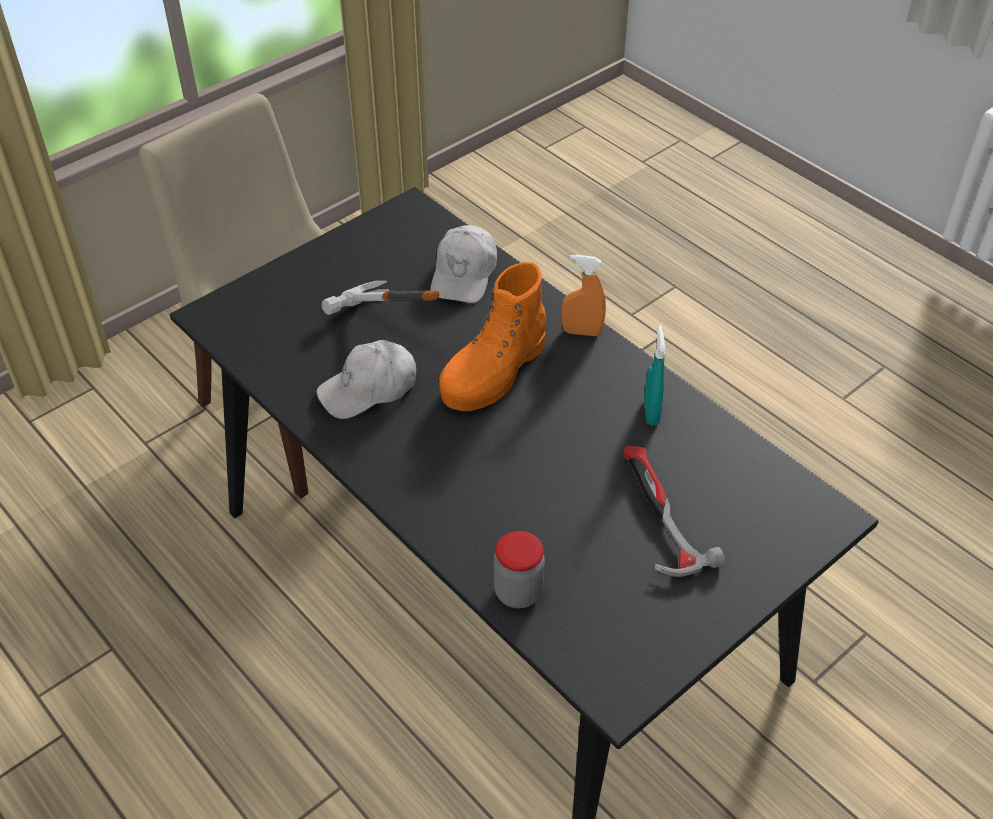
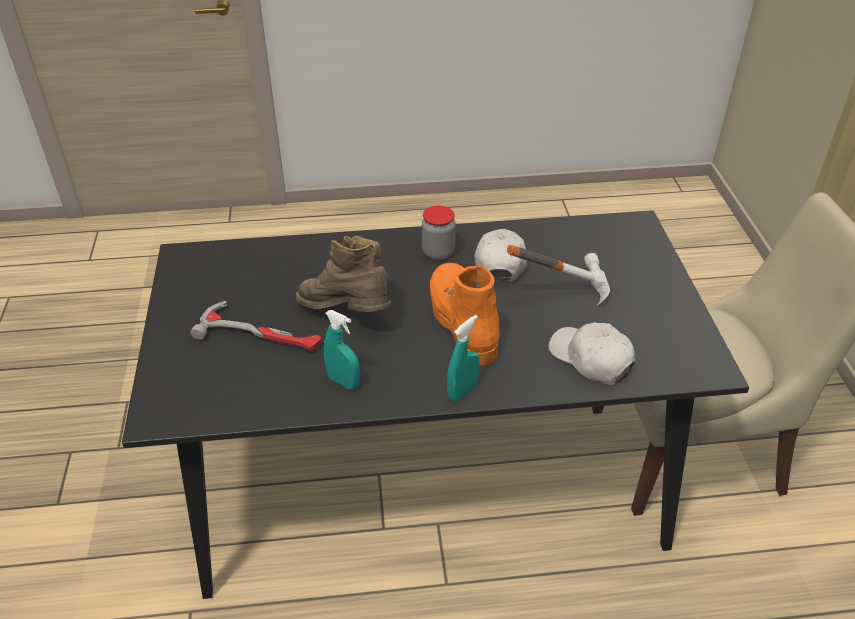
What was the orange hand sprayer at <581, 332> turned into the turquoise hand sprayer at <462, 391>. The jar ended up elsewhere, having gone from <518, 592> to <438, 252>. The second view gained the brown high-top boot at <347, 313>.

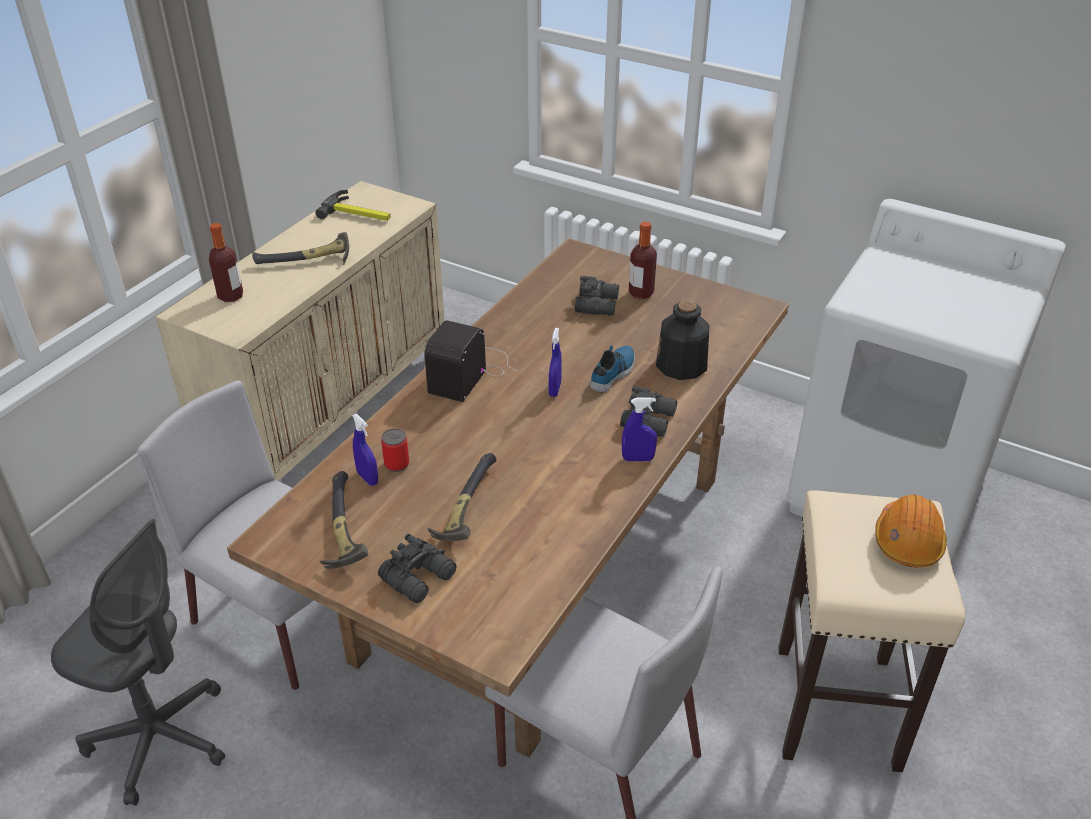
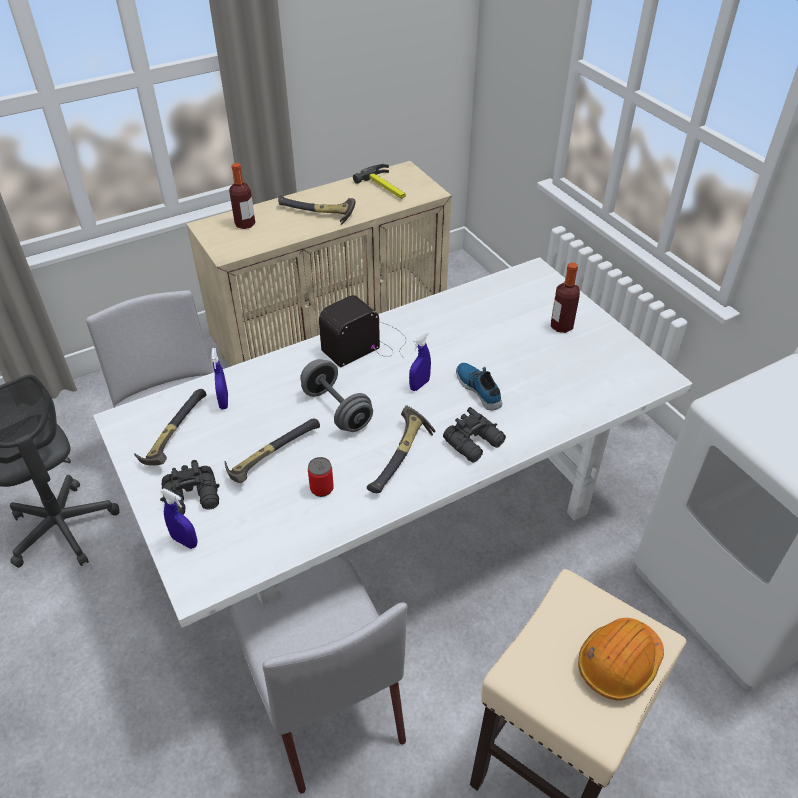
What was the brown dinner table at <545, 567> turned into the white dinner table at <397, 524>. The second view lost the black-coloured field glasses at <598, 304>. The second view lost the bottle at <681, 365>. The shoe at <613, 373> ended up facing another way, 90 degrees counterclockwise from before. The blue-coloured hand sprayer ended up elsewhere, having gone from <638, 459> to <185, 541>. The can ended up elsewhere, having gone from <397, 464> to <322, 488>. The second view gained the greyish free weight at <337, 409>. The second view gained the tool hammer at <402, 457>.

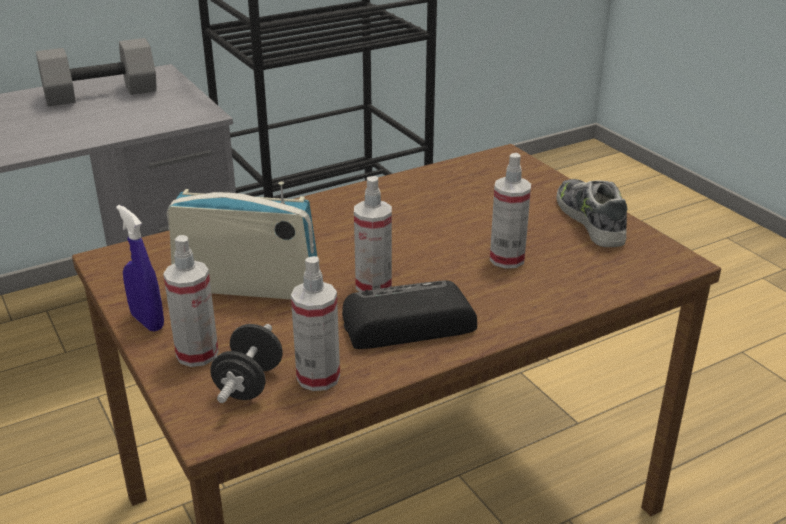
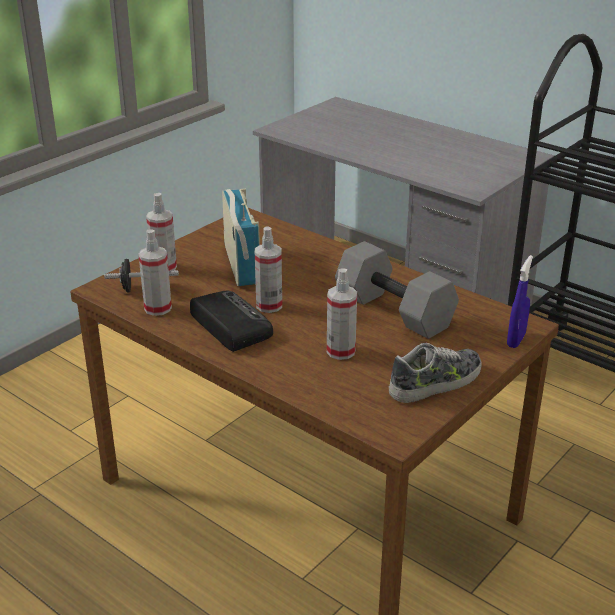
The greyish free weight ended up elsewhere, having gone from <100, 95> to <392, 311>. The blue-coloured hand sprayer ended up elsewhere, having gone from <147, 321> to <516, 340>.

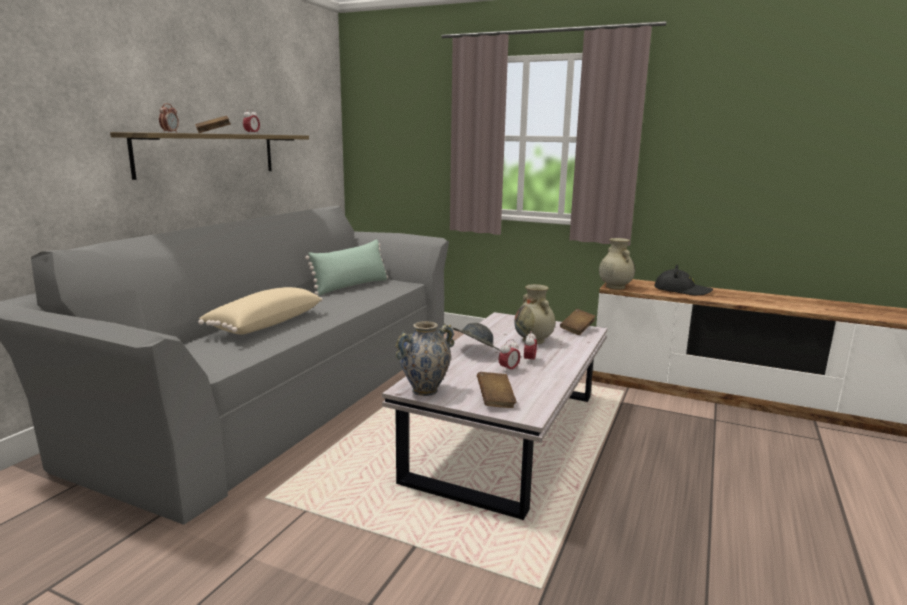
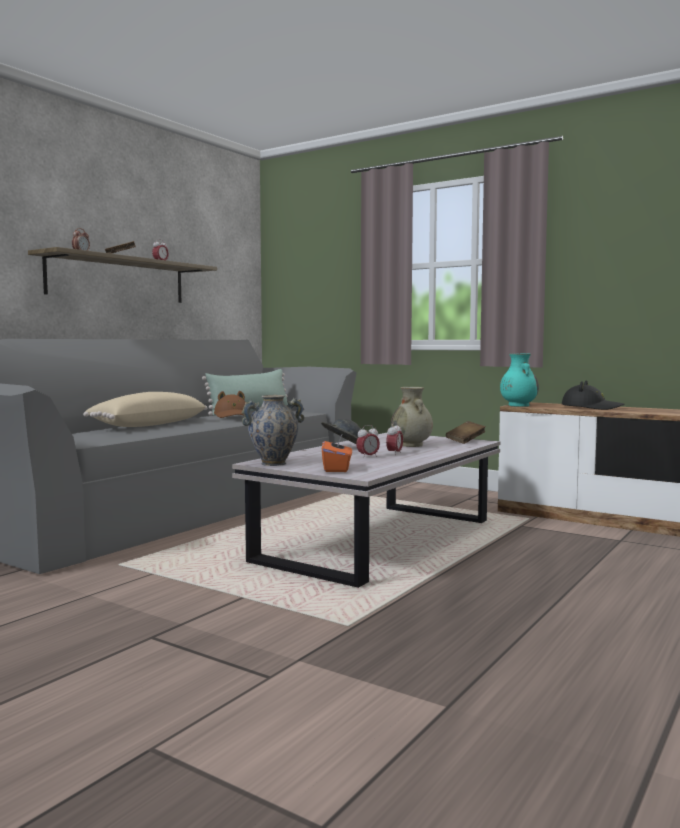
What was the sand-coloured vase at <614, 287> turned into the turquoise vase at <518, 405>. Where the brown bound book stood at <495, 400>, the orange tissue box came to stand at <337, 469>. The second view gained the brown wearable hat at <233, 416>.

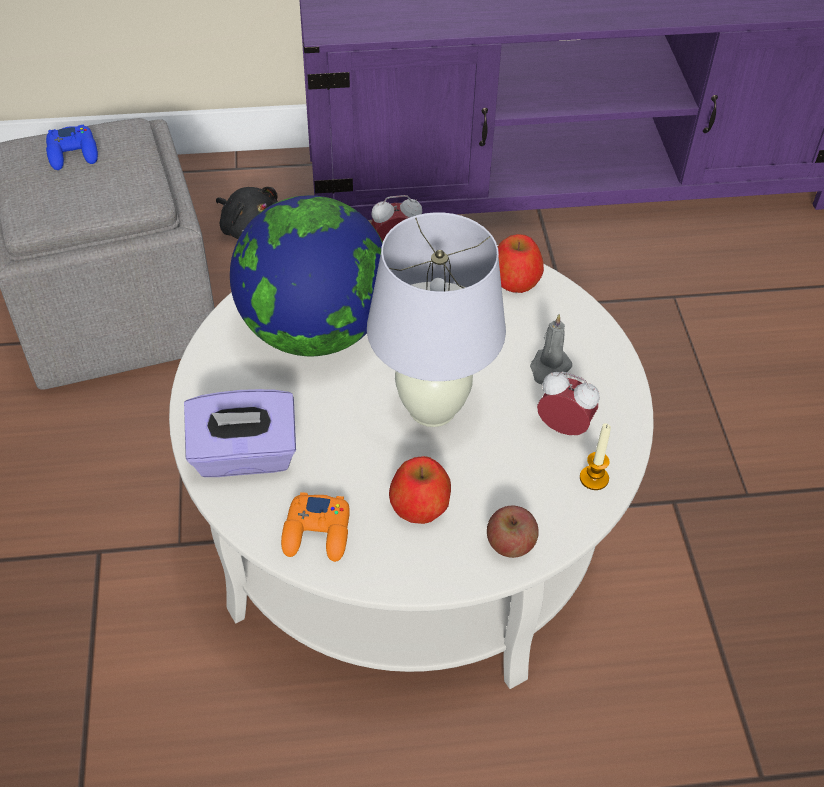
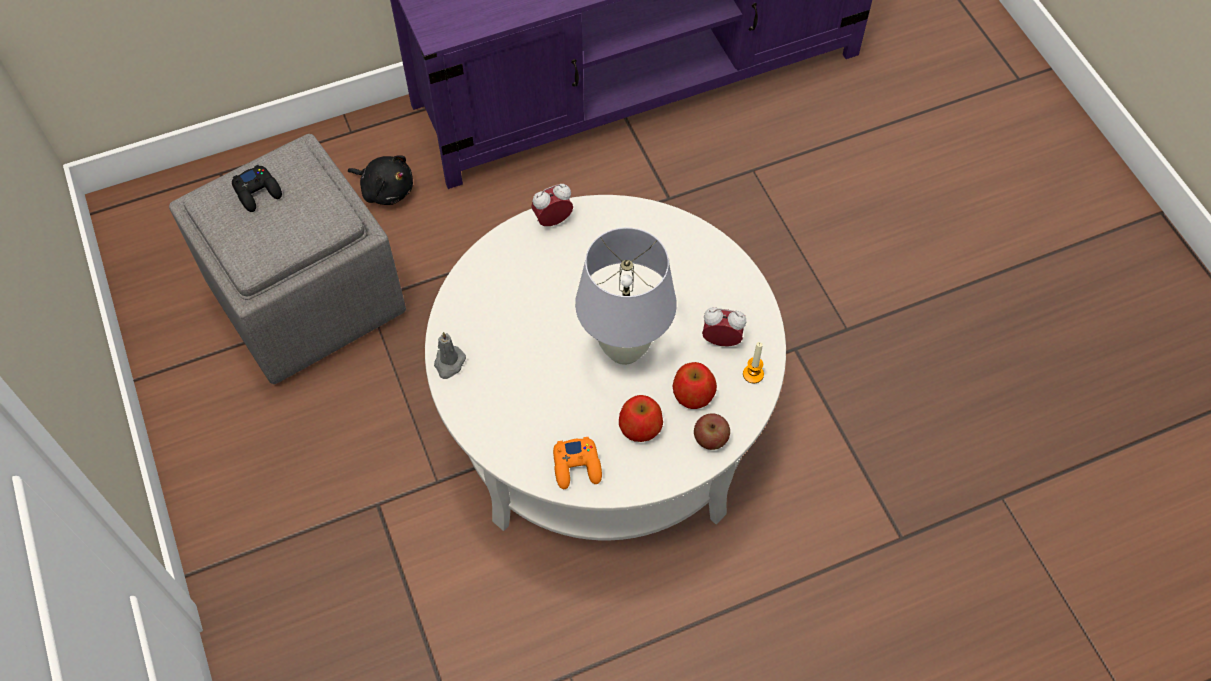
What was the blue-coloured gamepad at <73, 153> turned into the black-coloured gamepad at <258, 192>. The second view lost the desk globe at <315, 331>. The apple ended up elsewhere, having gone from <515, 279> to <693, 393>. The greyish wax light ended up elsewhere, having gone from <549, 368> to <449, 363>. The second view lost the purple-coloured tissue box at <244, 456>.

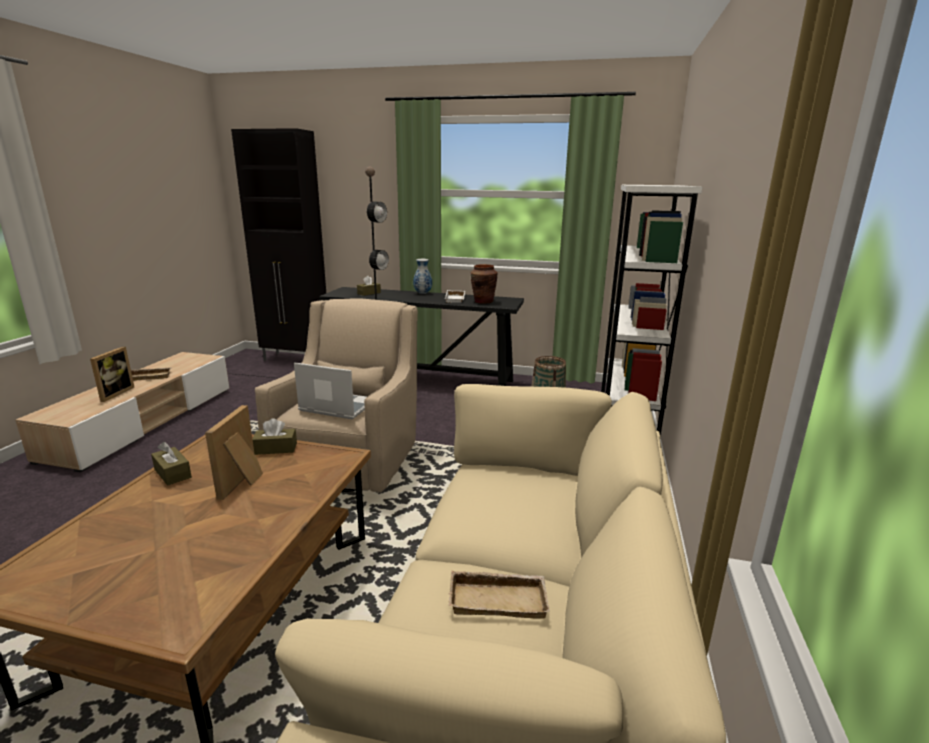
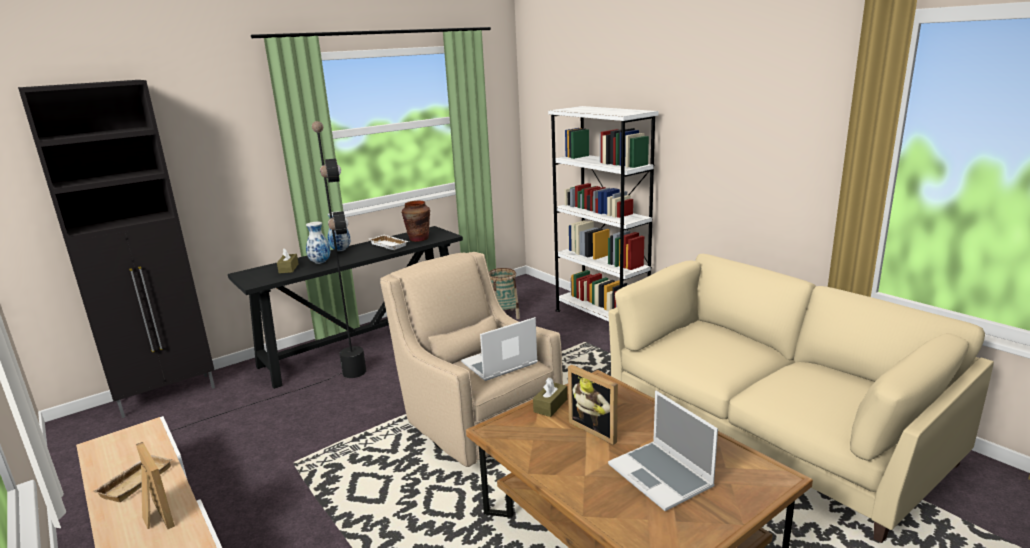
The second view lost the brown tissue box at <172, 473>. The second view lost the sand-coloured tray at <499, 598>. The second view gained the vase at <320, 262>. The second view gained the portable computer at <662, 477>.

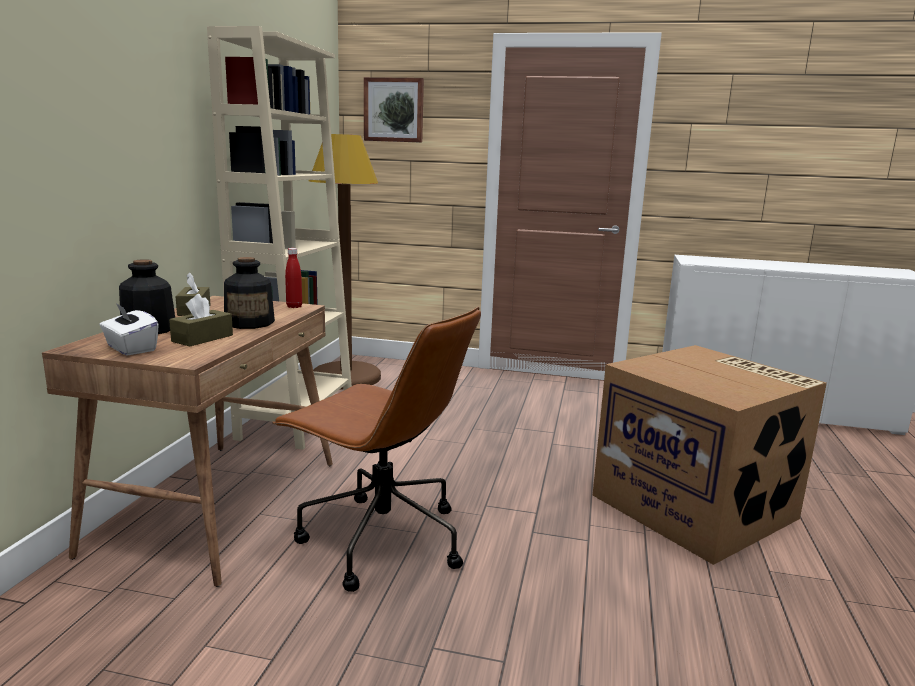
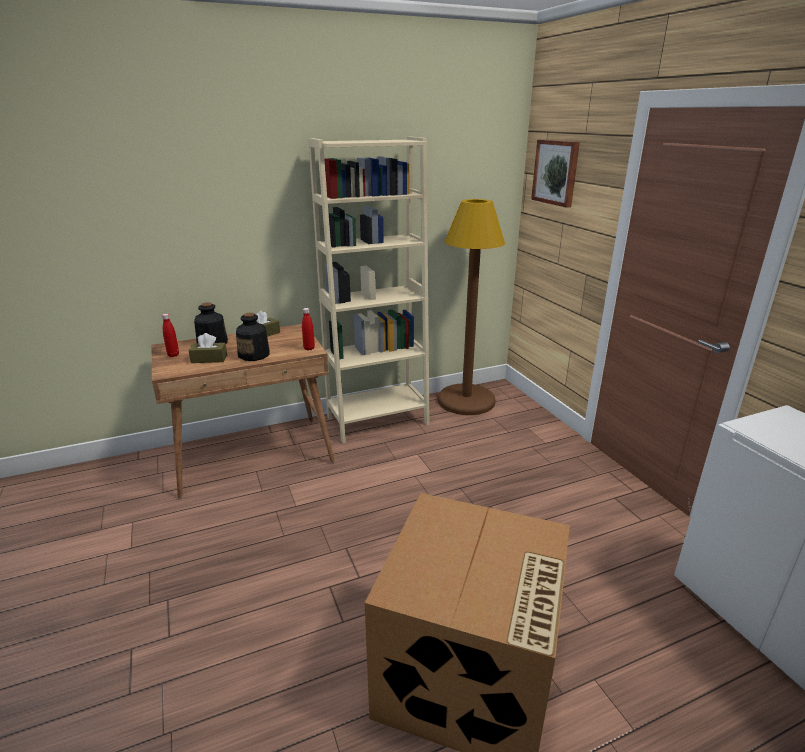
Where the white tissue box stood at <130, 349>, the red bottle came to stand at <173, 355>. The second view lost the brown office chair at <380, 540>.

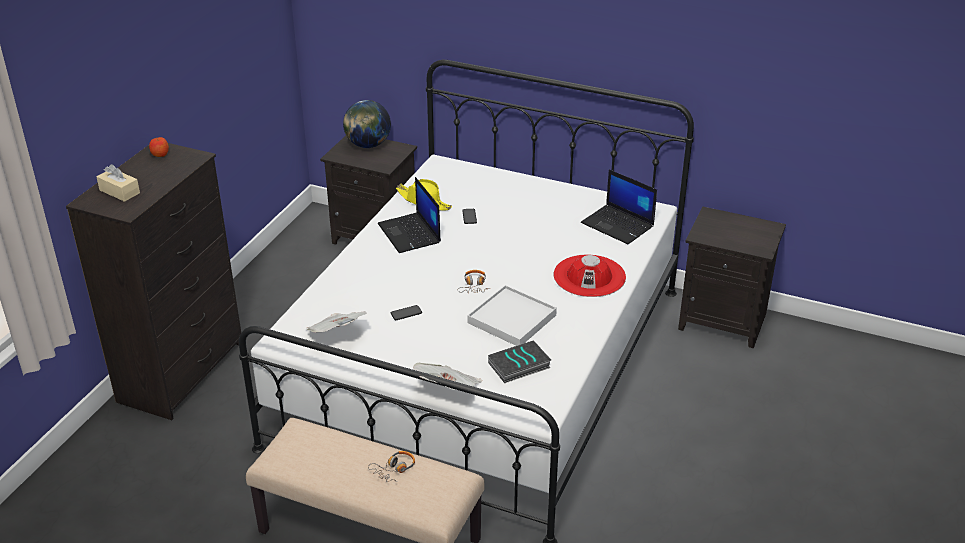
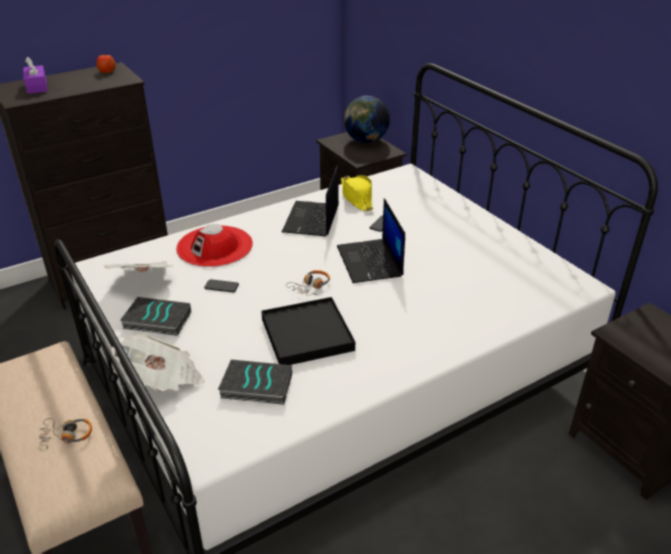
What was the sand-coloured tissue box at <119, 191> turned into the purple-coloured tissue box at <37, 86>. The portable computer ended up elsewhere, having gone from <618, 225> to <370, 262>. The red wearable hat ended up elsewhere, having gone from <589, 276> to <215, 246>. What was the white tray at <511, 319> turned into the black-coloured tray at <307, 334>. The second view gained the bound book at <156, 321>.

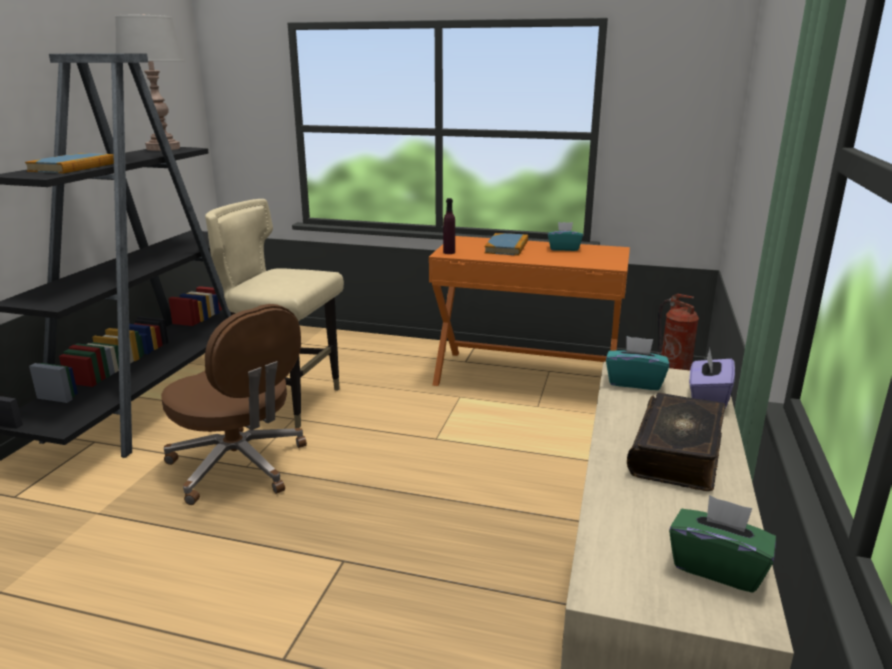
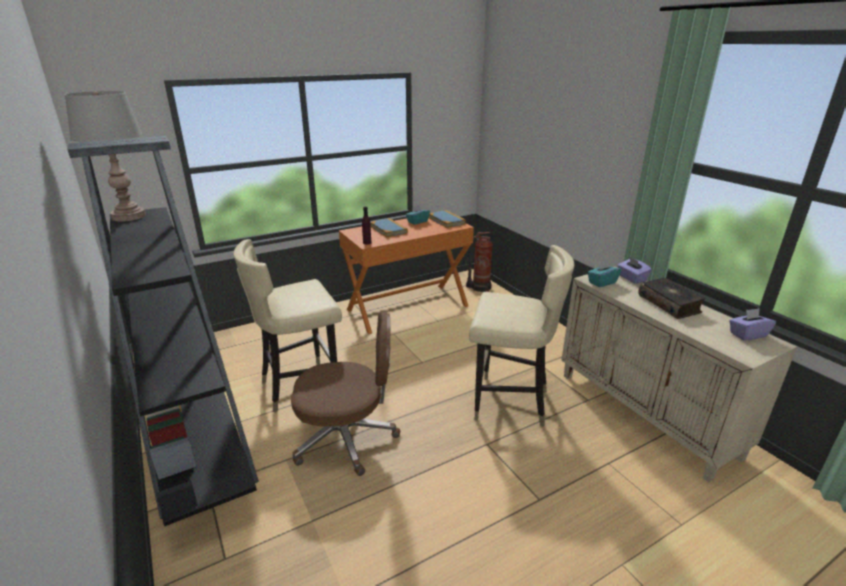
The bound book ended up elsewhere, having gone from <73, 167> to <446, 220>. What was the green tissue box at <717, 567> turned into the purple-coloured tissue box at <747, 334>. The second view gained the sand-coloured plain chair at <509, 402>.

